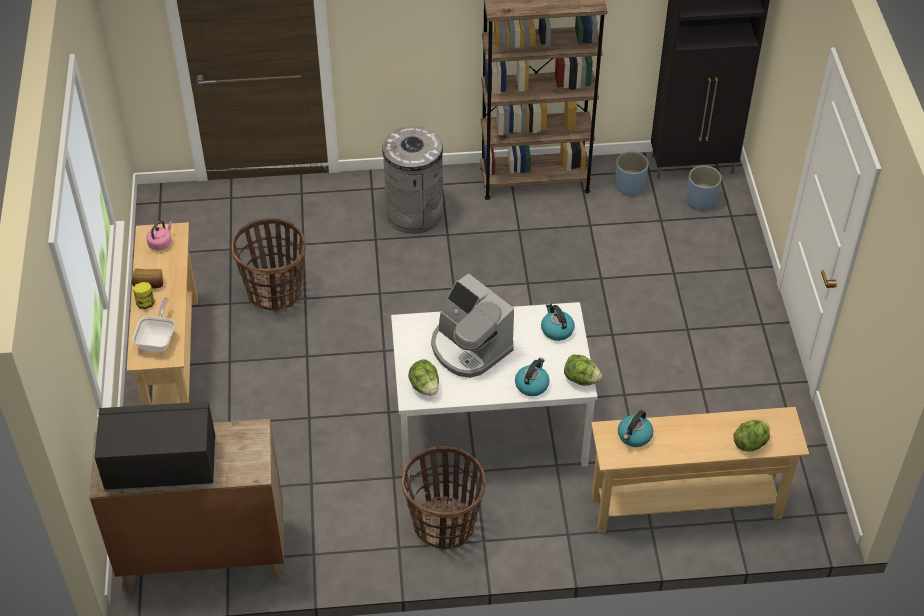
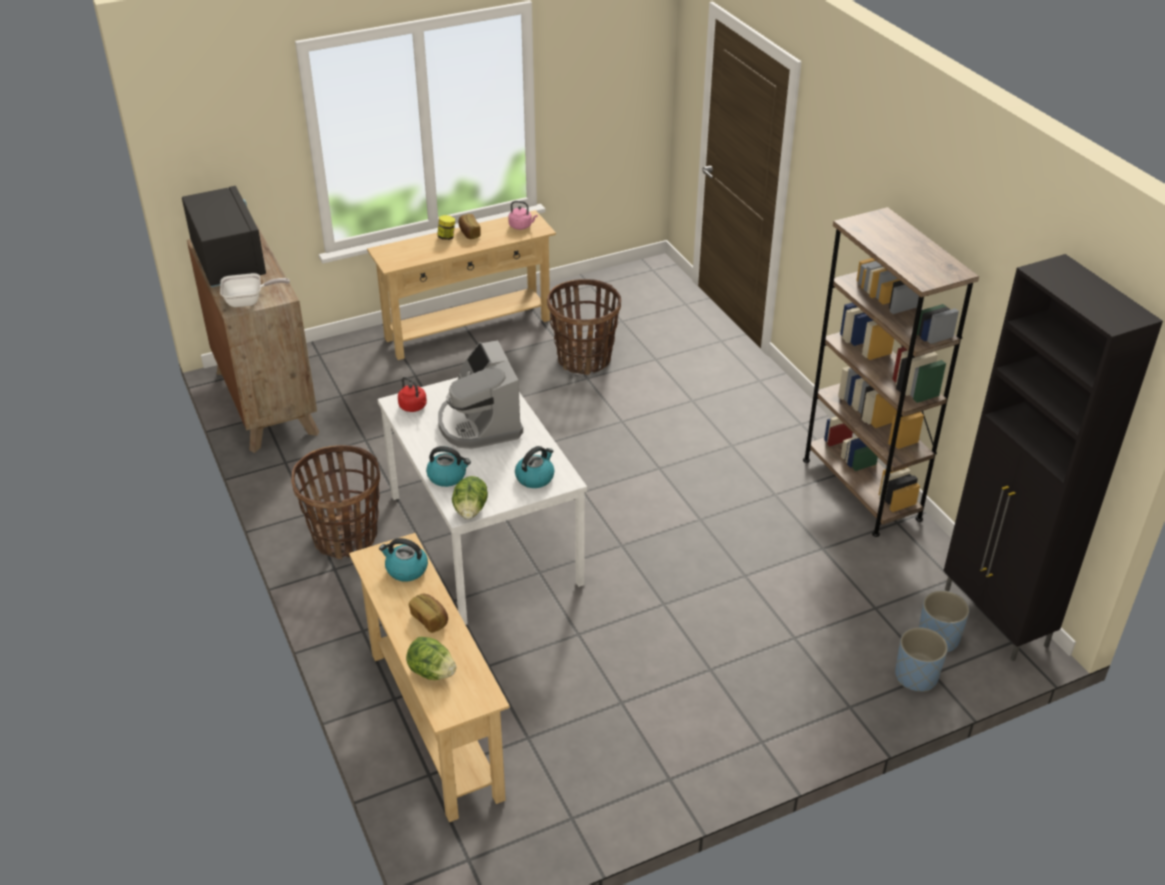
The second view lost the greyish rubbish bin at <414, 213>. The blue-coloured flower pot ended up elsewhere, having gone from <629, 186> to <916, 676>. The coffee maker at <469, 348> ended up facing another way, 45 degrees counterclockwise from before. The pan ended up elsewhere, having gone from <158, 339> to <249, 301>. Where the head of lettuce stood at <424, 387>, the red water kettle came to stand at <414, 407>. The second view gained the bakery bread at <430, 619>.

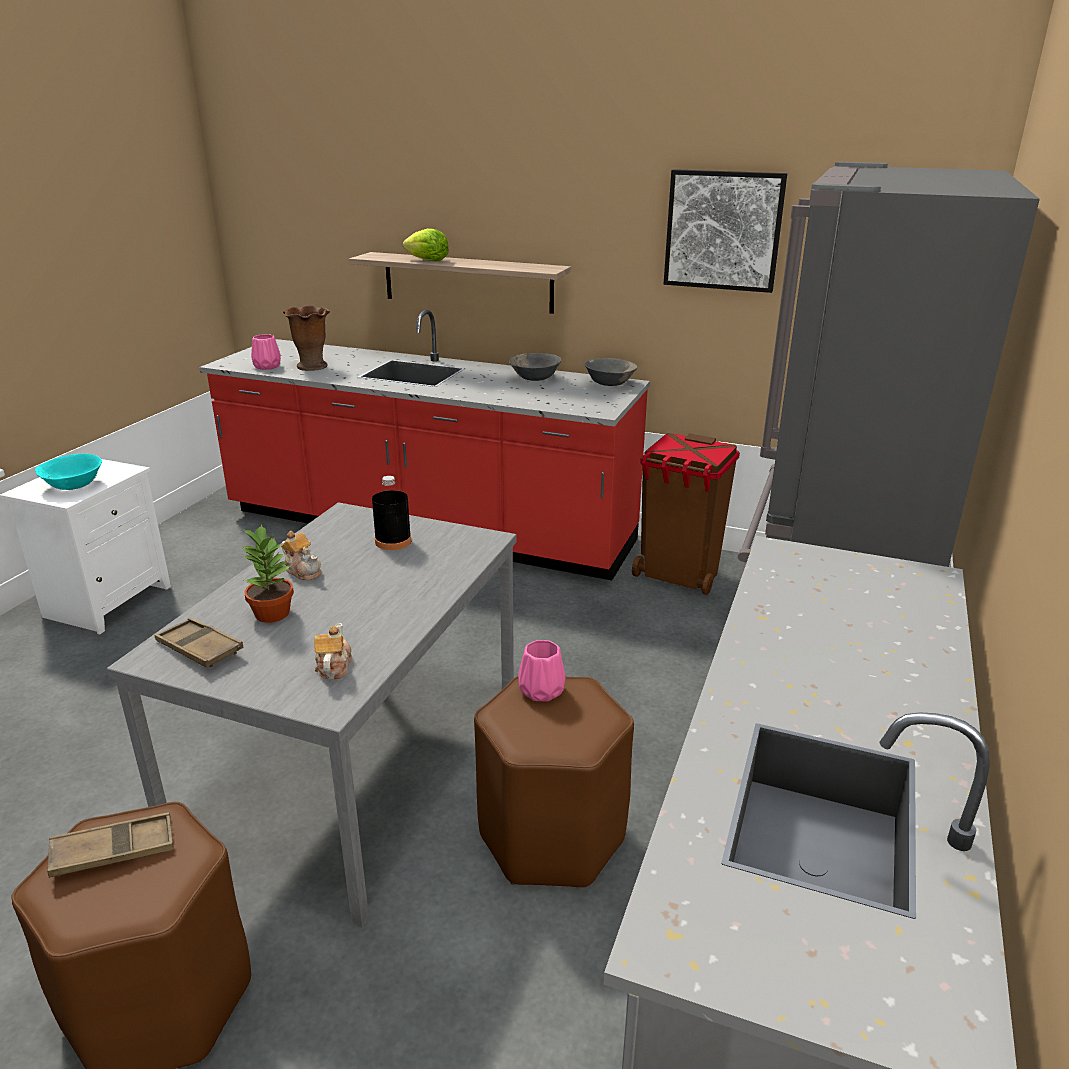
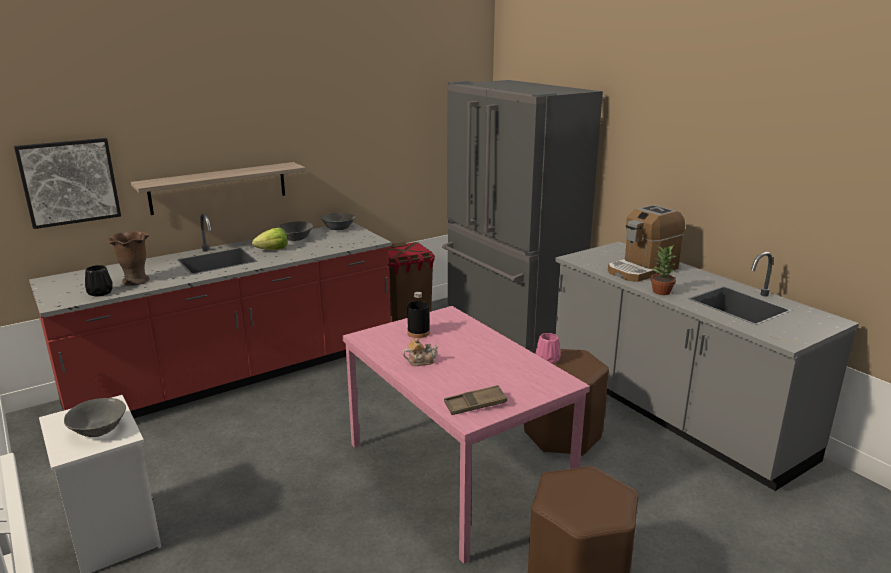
The wall picture ended up elsewhere, having gone from <723, 230> to <69, 182>. The head of lettuce ended up elsewhere, having gone from <427, 260> to <273, 250>. What was the pink vase at <266, 366> turned into the black-coloured vase at <99, 293>. What was the turquoise serving bowl at <74, 485> turned into the greyish serving bowl at <98, 430>. What was the greyish dinner table at <357, 766> turned into the pink dinner table at <454, 473>. The houseplant ended up elsewhere, having gone from <272, 613> to <661, 291>. The second view lost the pot for tea at <333, 666>. The second view lost the brown tray at <114, 851>. The second view gained the coffee maker at <642, 270>.

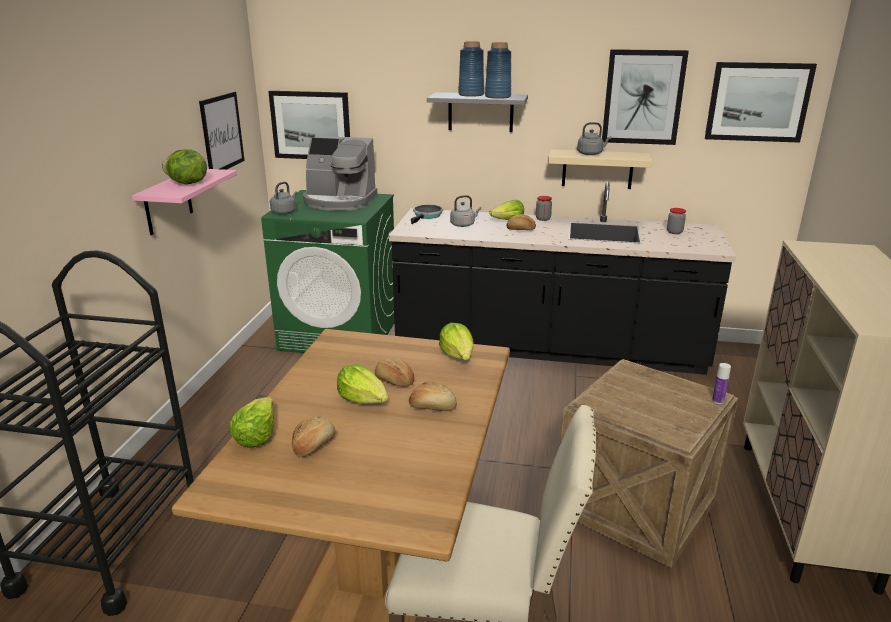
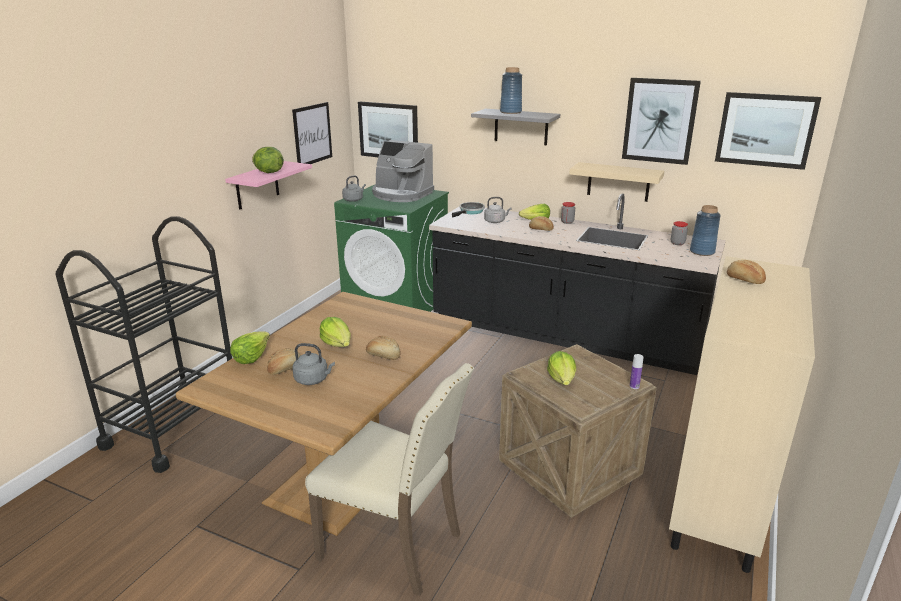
The blue-coloured vase ended up elsewhere, having gone from <497, 96> to <702, 252>. The greyish water kettle ended up elsewhere, having gone from <591, 154> to <313, 380>. The head of lettuce ended up elsewhere, having gone from <458, 356> to <562, 380>. The bakery bread ended up elsewhere, having gone from <394, 381> to <744, 280>.

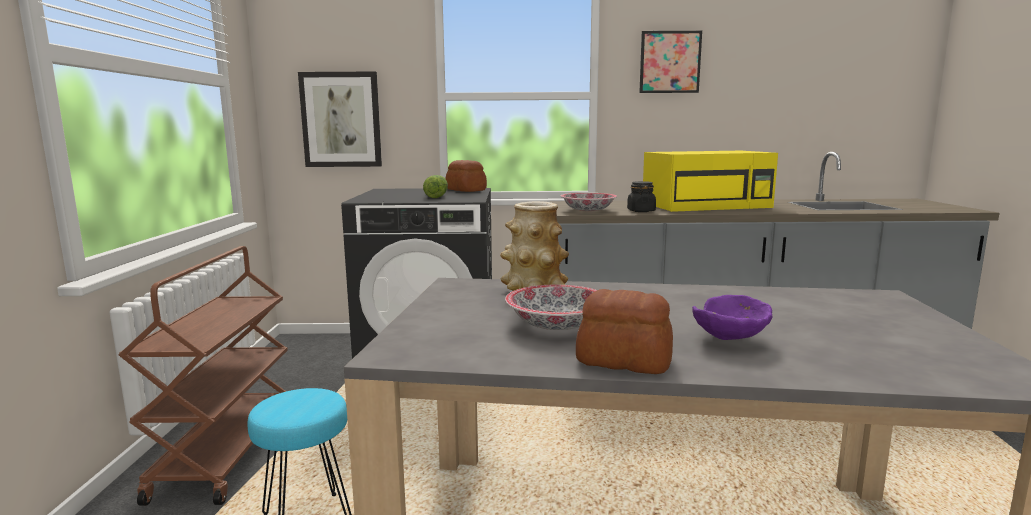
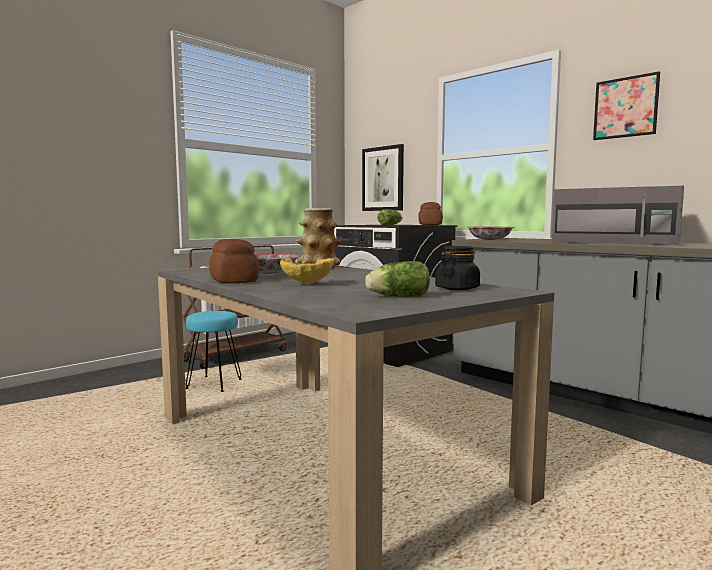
What was the yellow kitchen microwave at <707, 205> turned into the greyish kitchen microwave at <617, 242>. The black-coloured jar ended up elsewhere, having gone from <641, 211> to <457, 288>. What was the purple-coloured serving bowl at <731, 341> turned into the yellow serving bowl at <306, 284>. The second view gained the head of lettuce at <396, 297>.

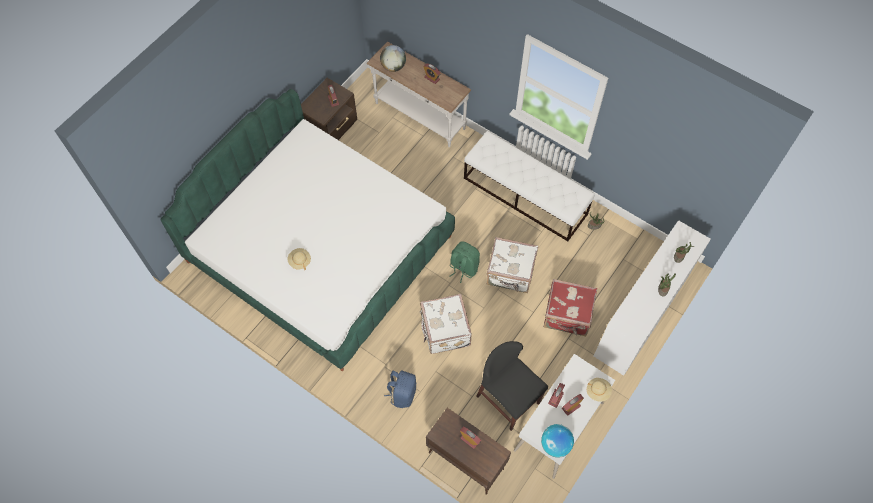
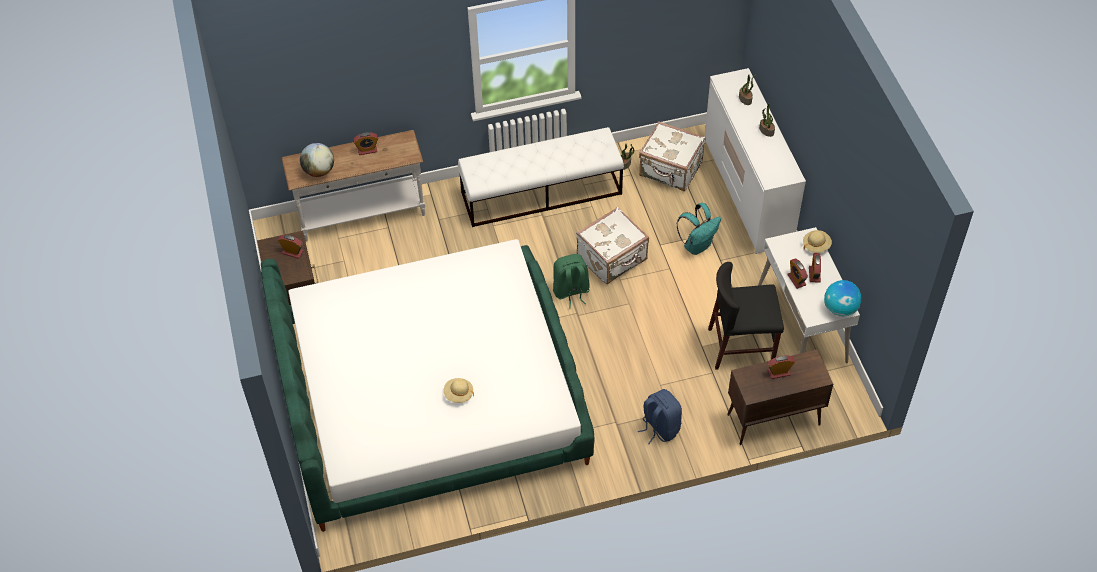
Where the red suitcase stood at <567, 315>, the turquoise rucksack came to stand at <697, 245>. The white suitcase ended up elsewhere, having gone from <444, 331> to <670, 170>.

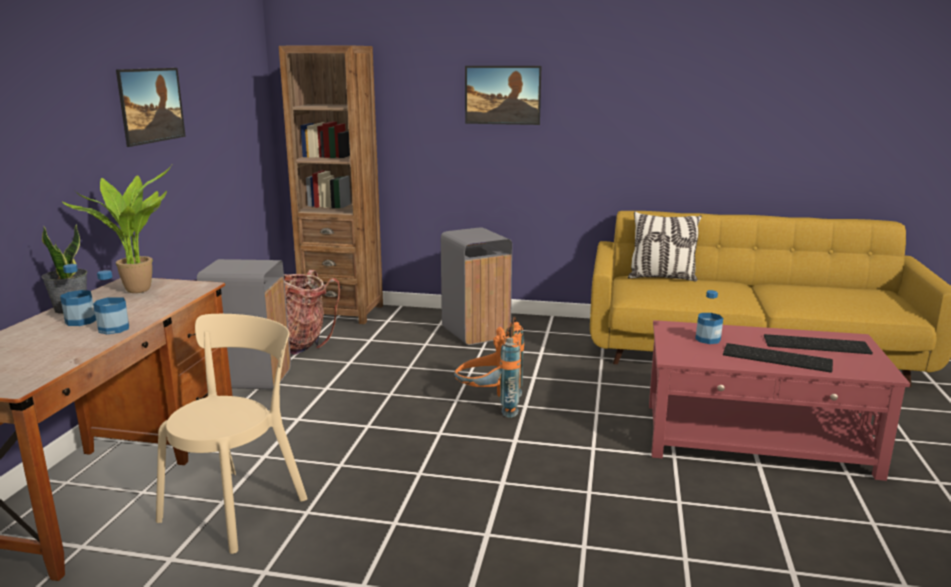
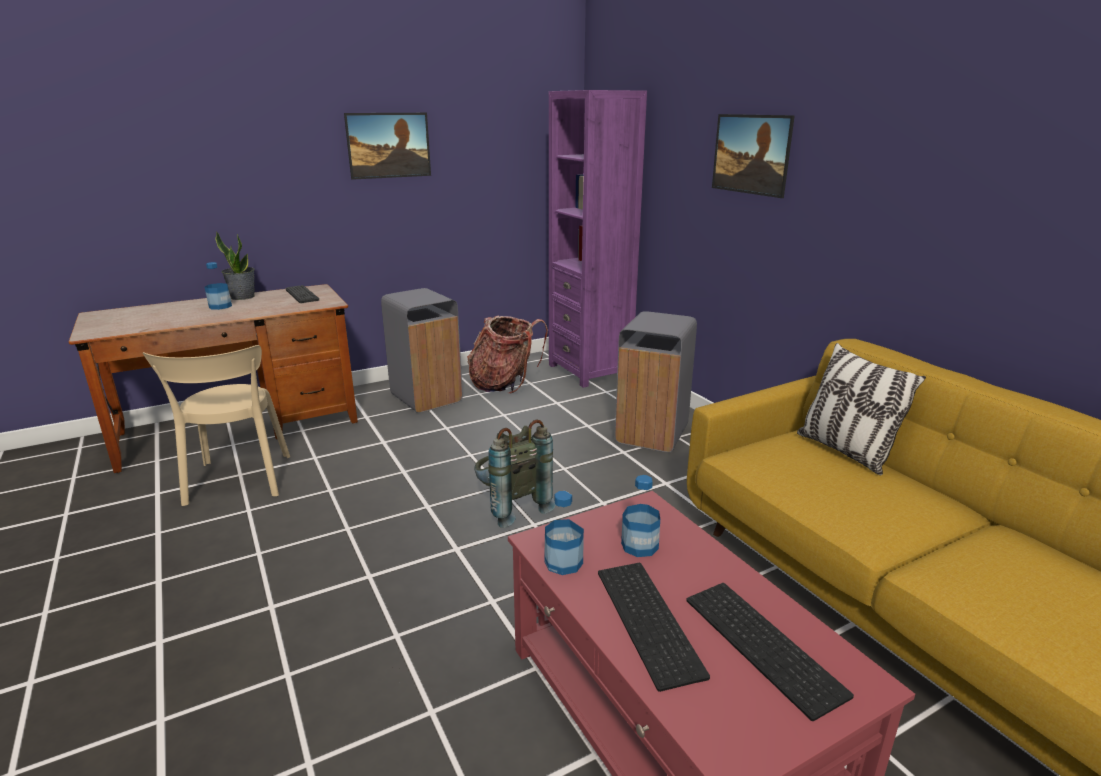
What was the brown bookcase at <342, 312> turned into the purple-coloured bookcase at <590, 370>. Where the houseplant stood at <139, 289>, the PC keyboard came to stand at <302, 295>. The bottle ended up elsewhere, having gone from <114, 329> to <563, 562>. The sand-coloured plain chair at <238, 506> ended up facing another way, 90 degrees clockwise from before. What was the orange rucksack at <490, 405> turned into the greyish rucksack at <510, 506>.

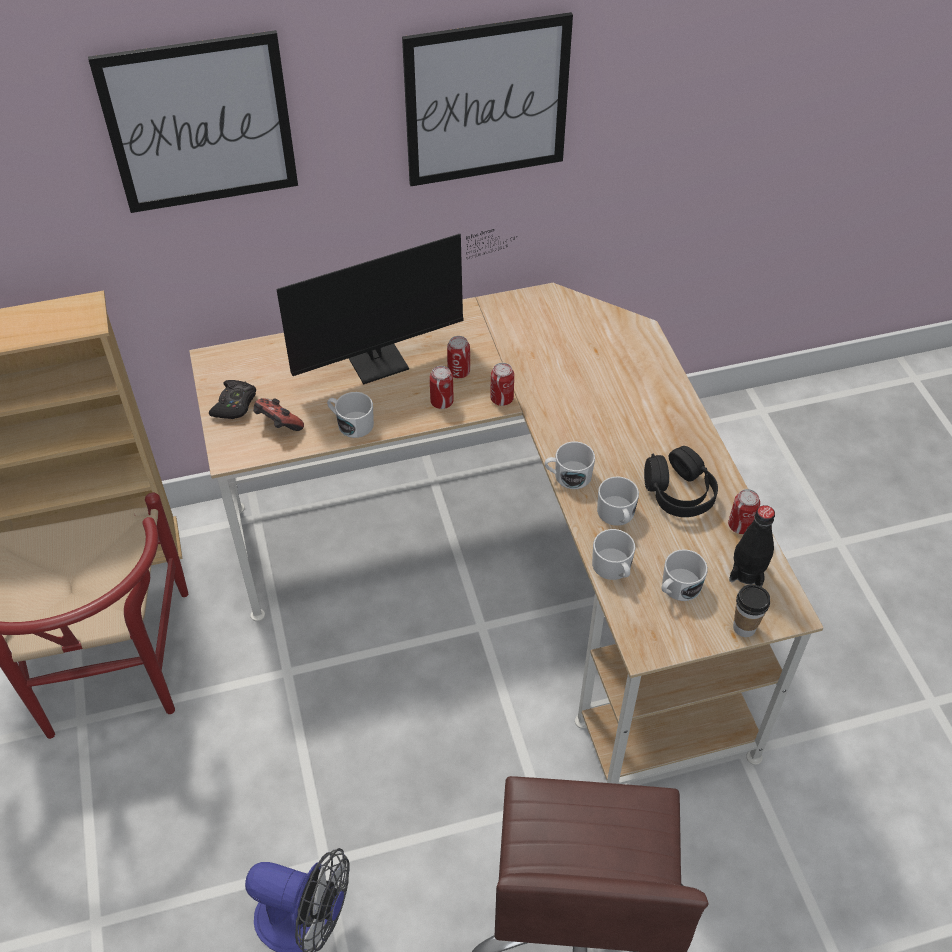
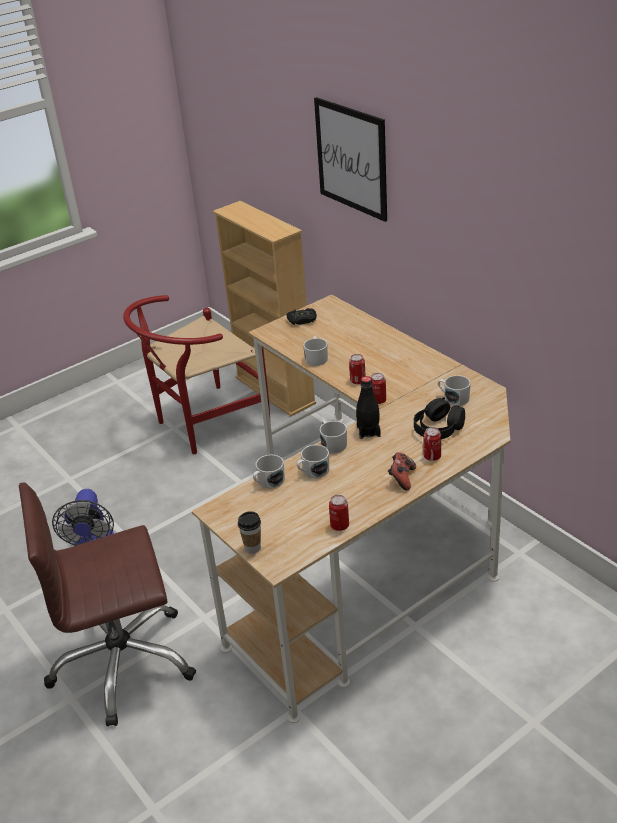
The second view lost the wall picture at <486, 101>. The second view lost the monitor at <386, 359>. The can ended up elsewhere, having gone from <458, 372> to <432, 456>. The gamepad ended up elsewhere, having gone from <278, 425> to <402, 478>. The black-coloured headphones ended up elsewhere, having gone from <679, 492> to <438, 429>. The black-coloured bottle ended up elsewhere, having gone from <747, 572> to <368, 431>. The white mug ended up elsewhere, having gone from <677, 588> to <453, 398>.

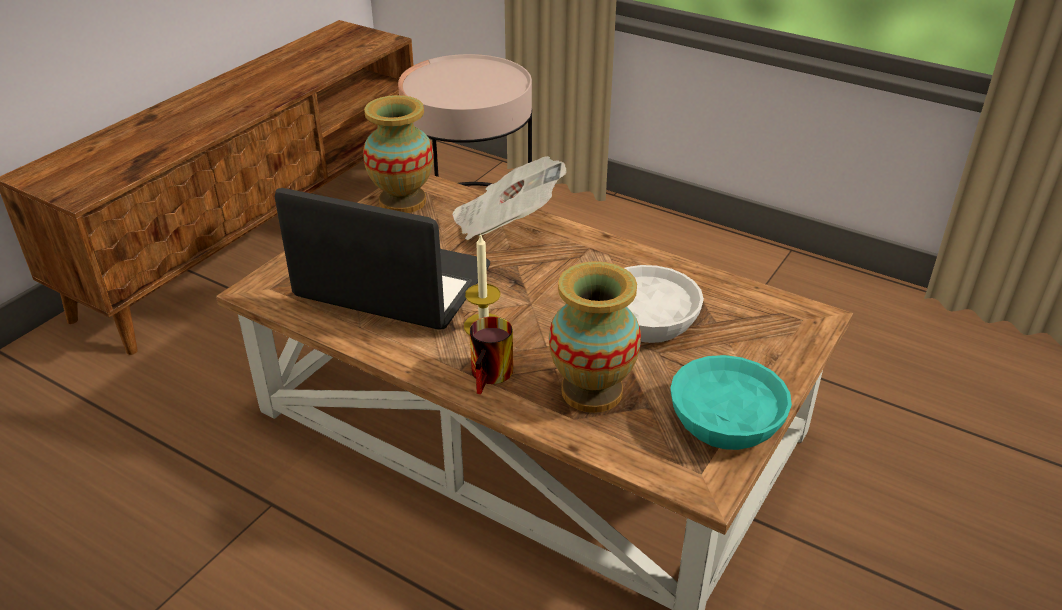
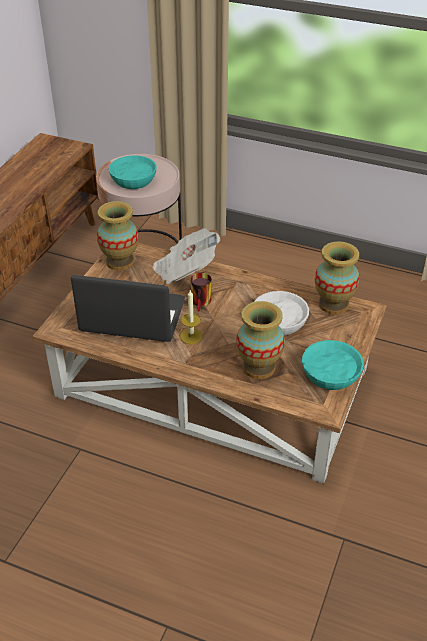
The mug ended up elsewhere, having gone from <493, 376> to <202, 302>. The second view gained the turquoise serving bowl at <133, 180>. The second view gained the vase at <333, 304>.

